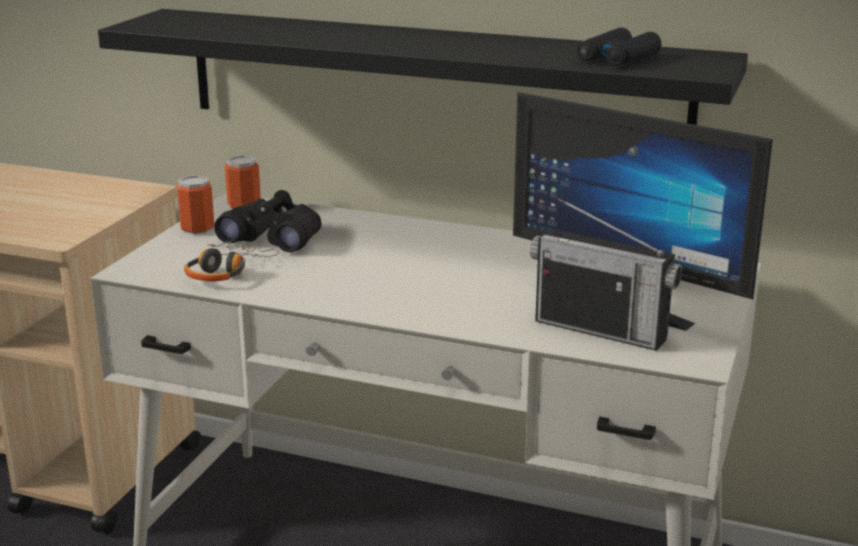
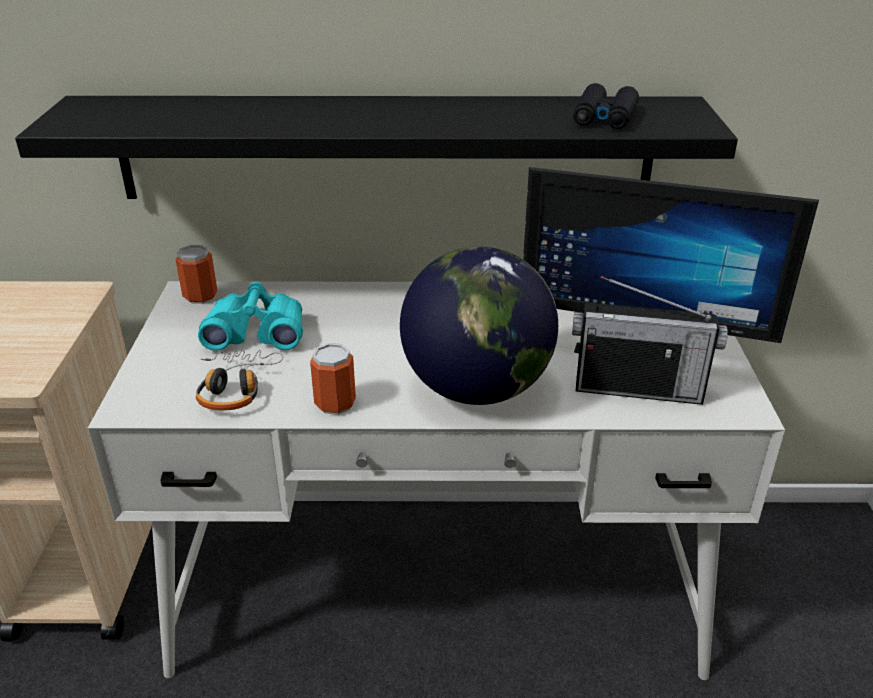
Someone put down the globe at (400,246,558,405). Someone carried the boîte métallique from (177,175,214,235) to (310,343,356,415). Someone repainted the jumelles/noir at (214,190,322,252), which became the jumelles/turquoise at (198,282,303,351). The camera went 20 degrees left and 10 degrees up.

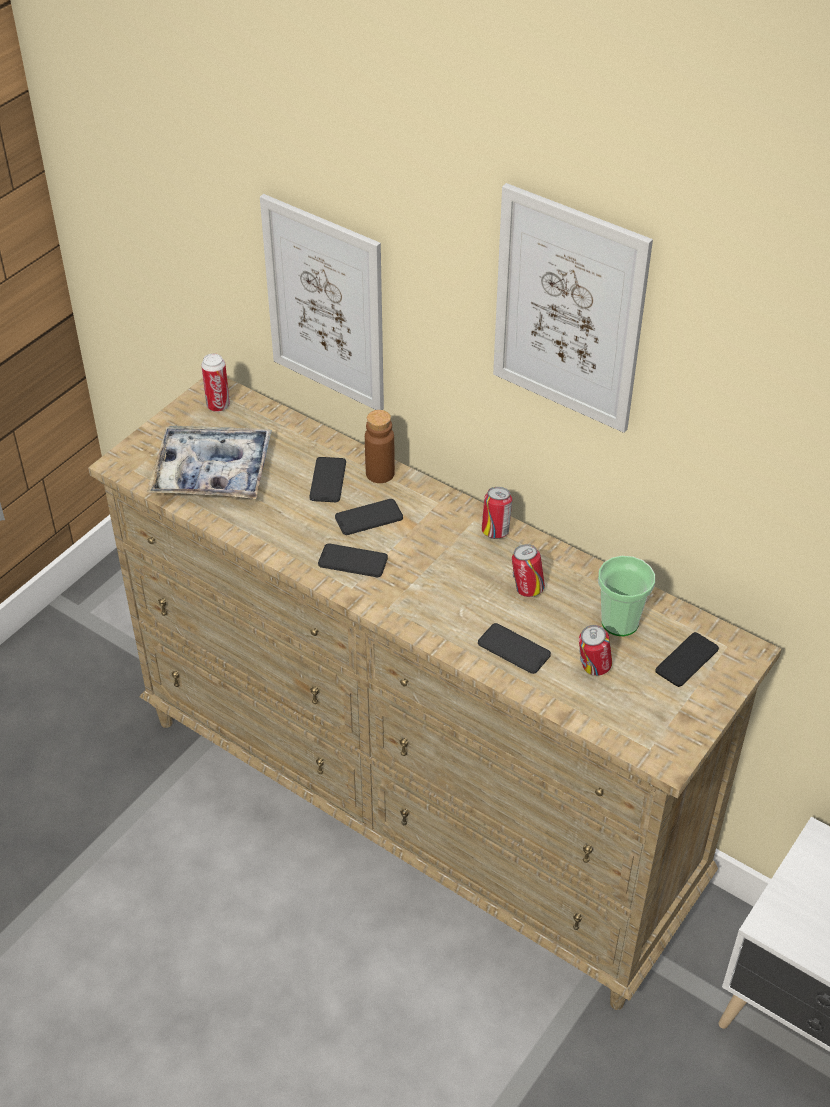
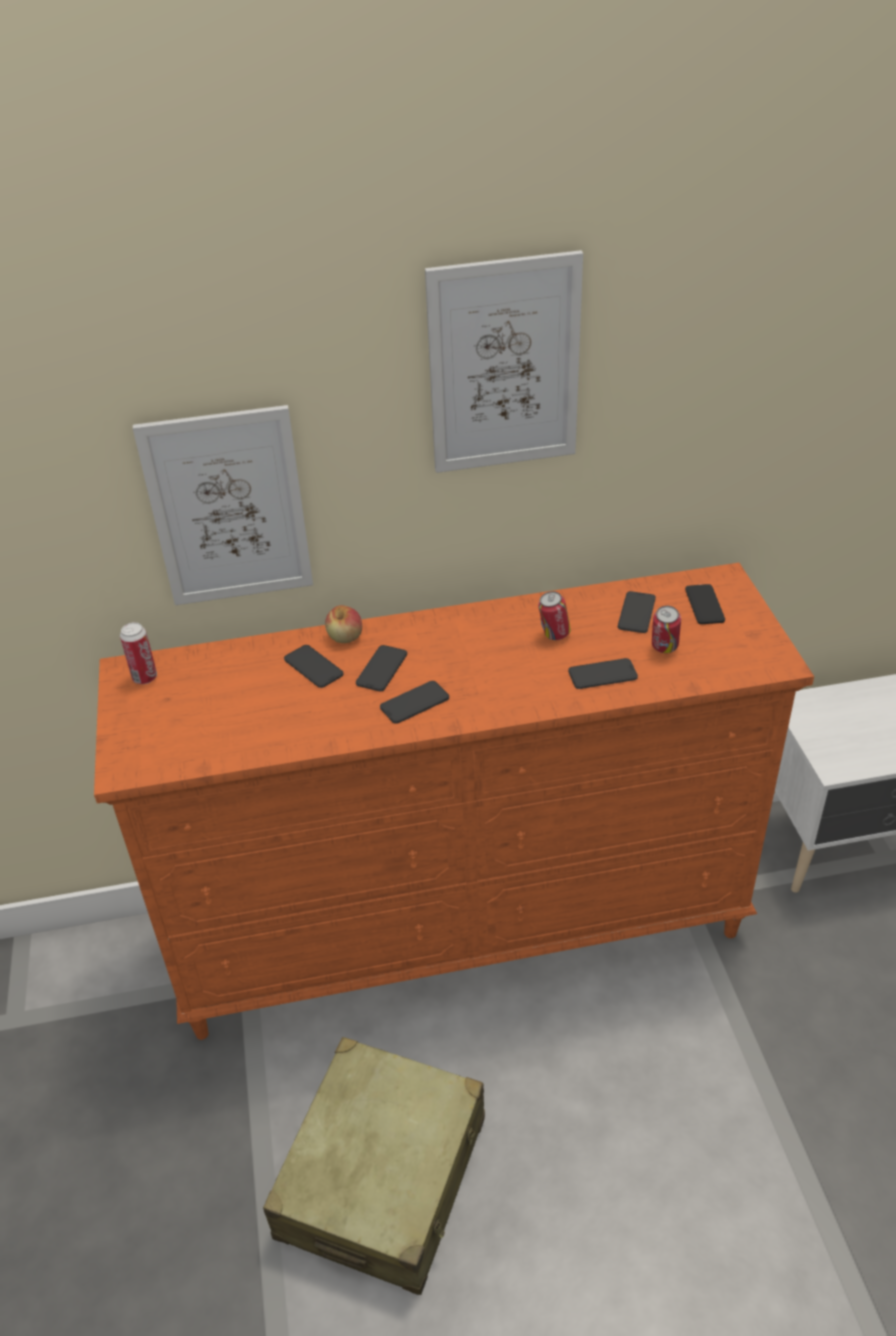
Someone took away the plateau at (147,425,272,499). Someone took away the boîte métallique at (482,487,512,539). Someone put down the valise/beige at (263,1037,485,1295). Someone swapped the bouteille/marron at (365,410,395,483) for the pomme at (325,605,362,643). Someone swapped the tasse at (598,556,655,636) for the téléphone at (618,591,656,633). Someone repainted the commode/beige at (88,378,781,1010), which became the commode/orange at (94,563,814,1040). The camera went 45 degrees left and 5 degrees down.

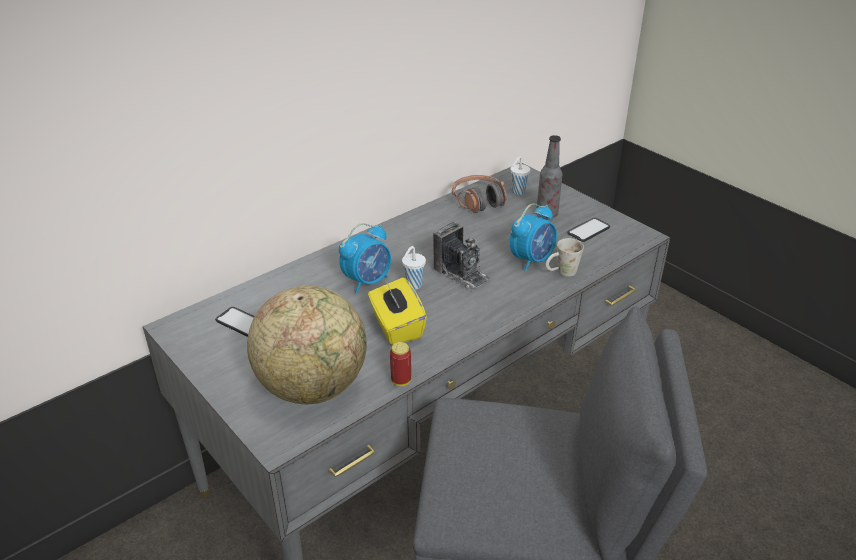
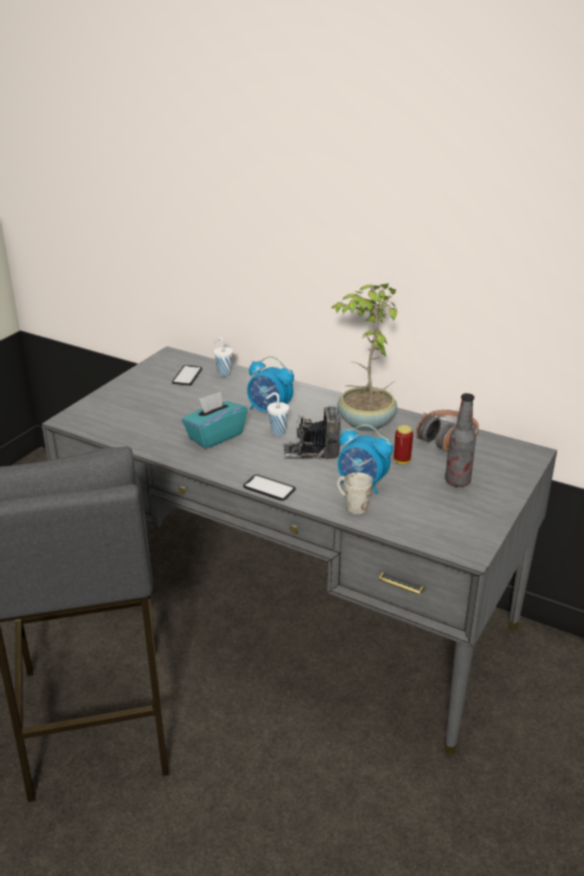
Someone took away the globe at (247,285,367,404). Someone put down the plante en pot at (331,283,397,431). Someone carried the boîte métallique from (390,342,411,386) to (394,425,413,464). Someone carried the tasse/blanc from (510,156,530,195) to (213,337,233,377). Someone carried the téléphone from (567,218,610,242) to (243,474,296,501). Someone repainted the boîte à mouchoirs/jaune at (368,277,427,345), which became the boîte à mouchoirs/turquoise at (182,391,248,449). Someone rotated the appareil photo at (433,222,491,291) by 60 degrees clockwise. The camera went 70 degrees right and 5 degrees down.

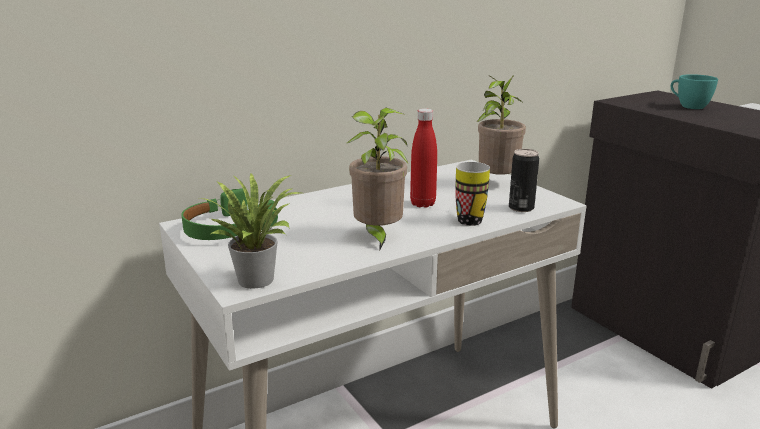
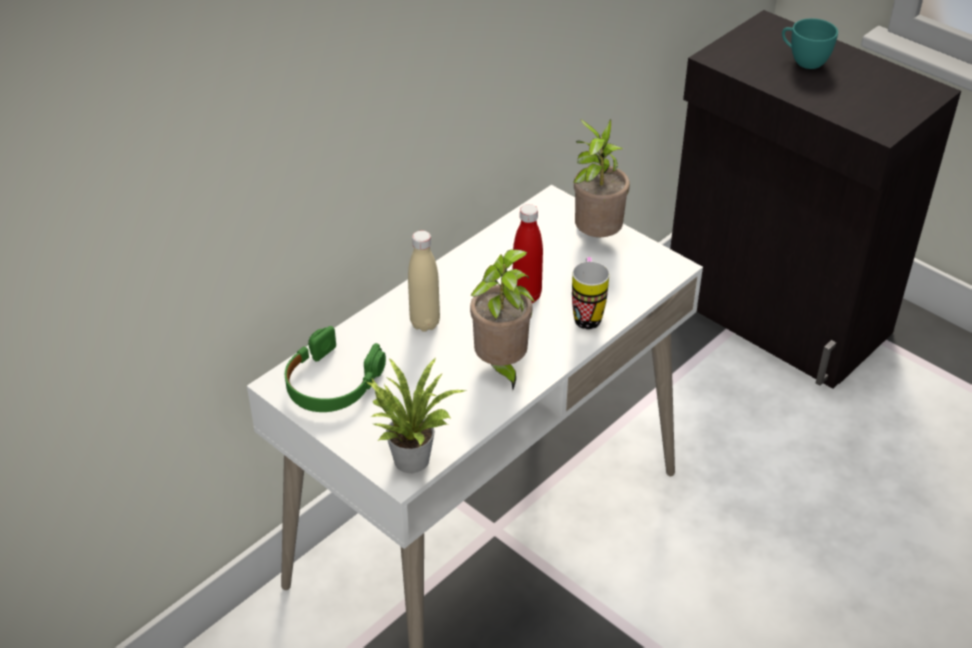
Someone took away the boîte métallique at (509,149,539,212). Someone put down the bouteille/beige at (408,231,440,332). The camera went 15 degrees left and 20 degrees up.

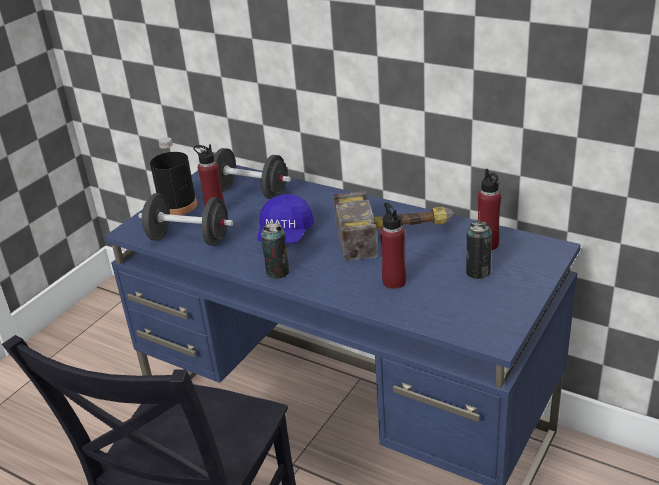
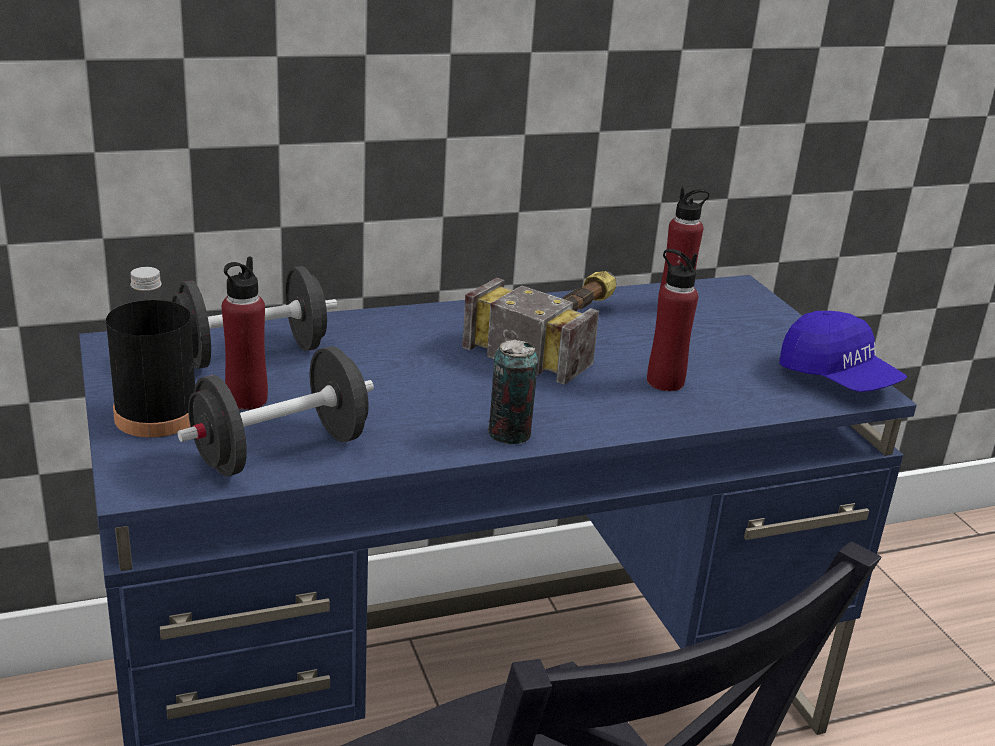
Someone took away the boîte métallique at (466,221,492,279). Someone carried the casquette/bleu from (257,194,314,243) to (779,311,907,392). The camera went 55 degrees left and 5 degrees down.

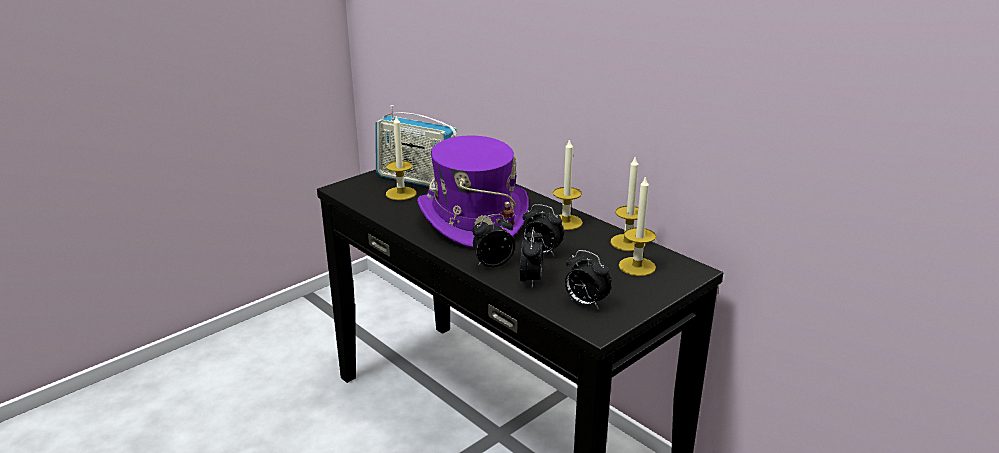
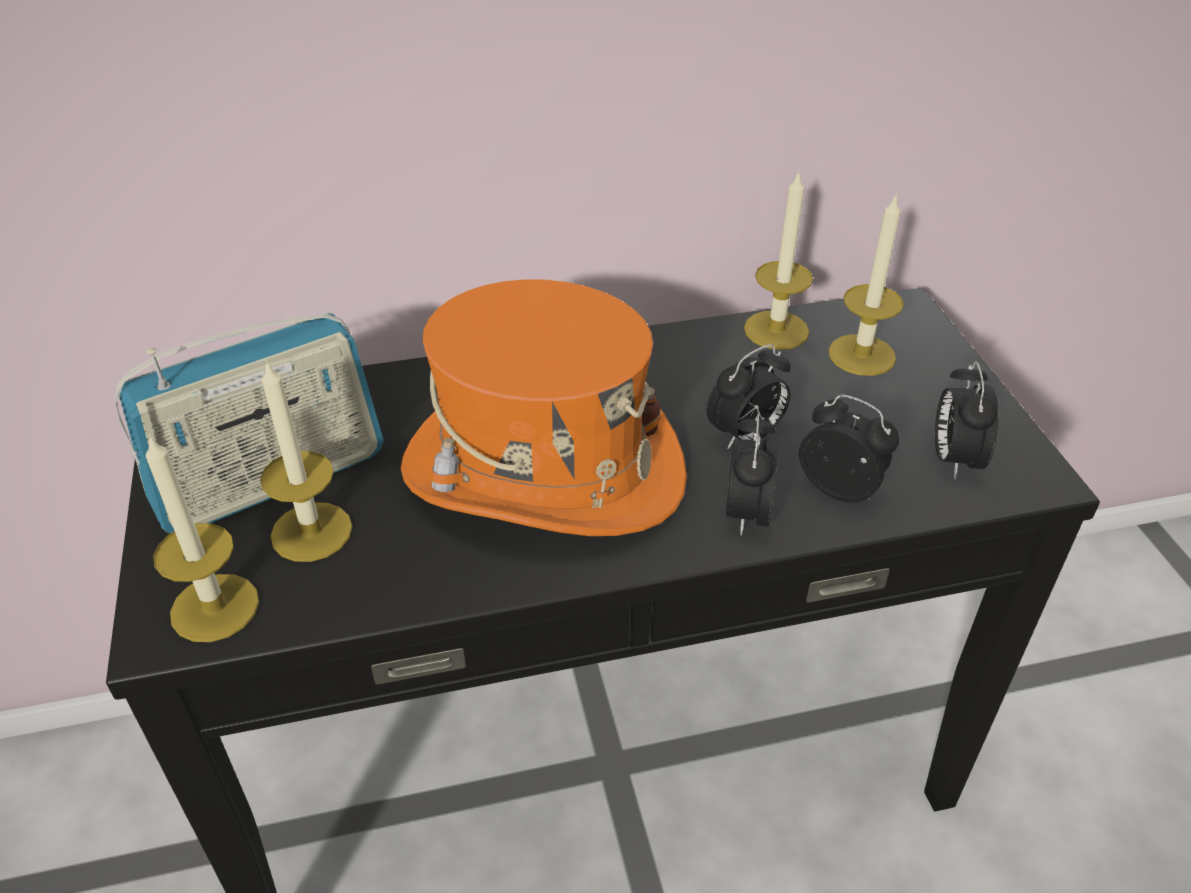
Someone carried the bougie from (553,138,583,230) to (146,434,259,642). Someone repainted the chapeau/violet at (417,135,529,248), which became the chapeau/orange at (401,279,687,536). Someone rotated the réveil at (565,250,612,310) by 120 degrees clockwise. The camera went 60 degrees left and 15 degrees up.

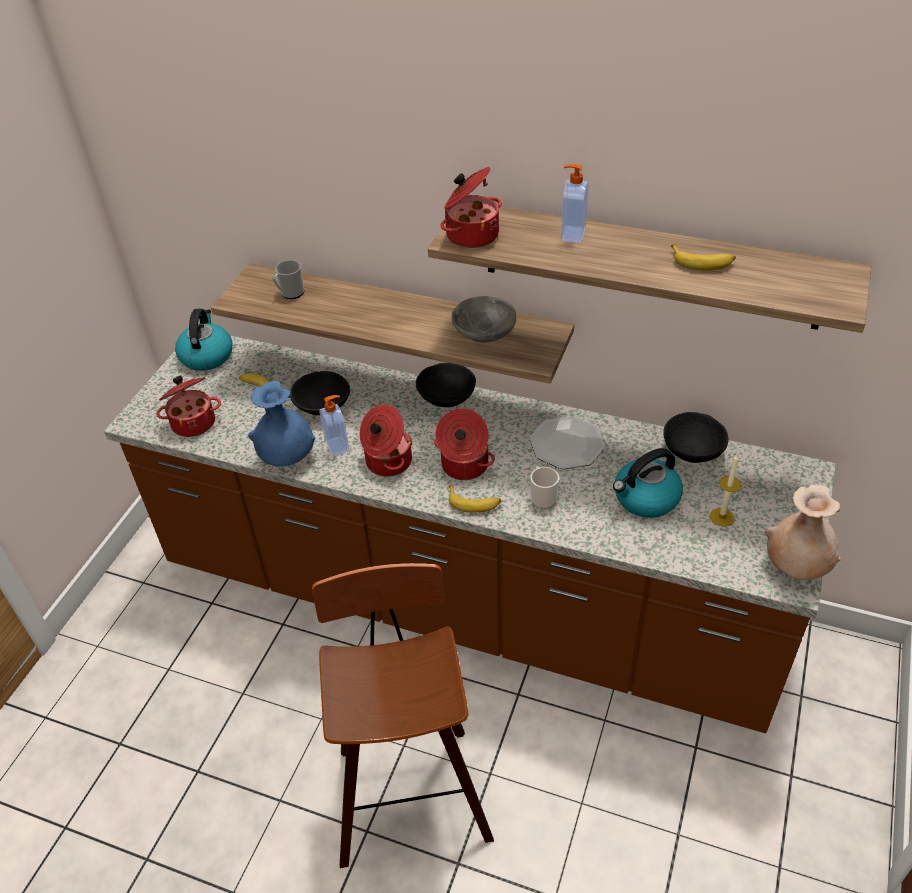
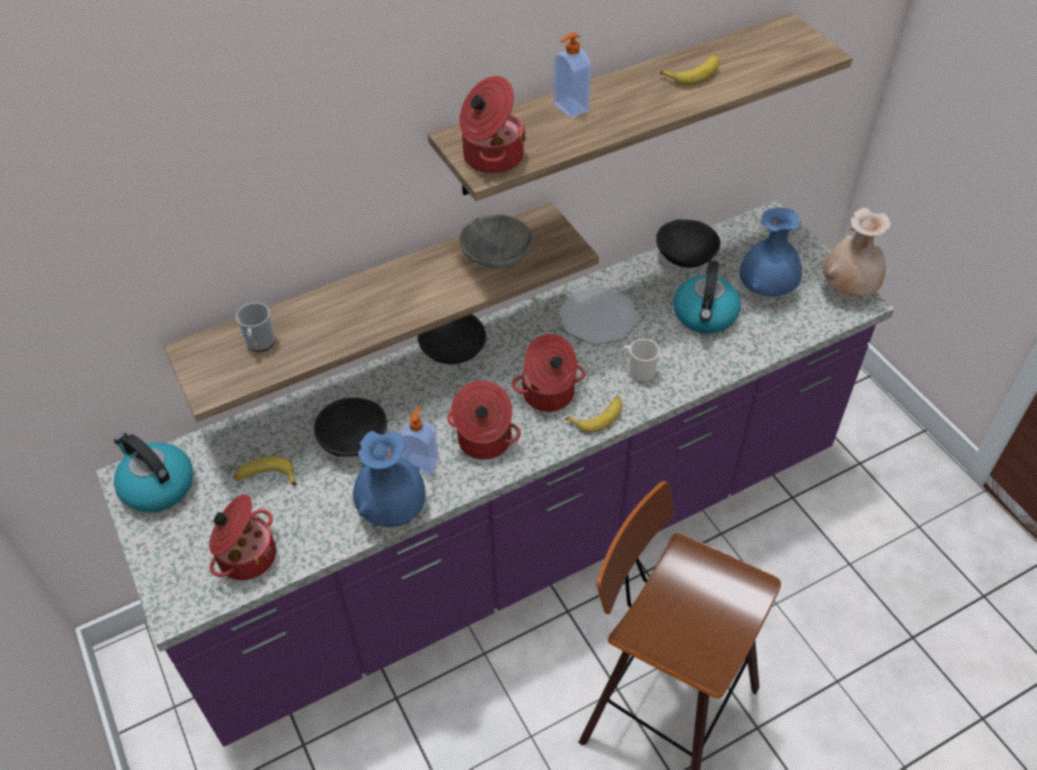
Someone swapped the bougie at (710,454,741,527) for the vase/bleu at (740,207,802,297). Someone repainted the comptoir de cuisine/marron at (104,335,836,733), which became the comptoir de cuisine/violet at (96,200,894,747). The camera went 50 degrees left and 5 degrees up.

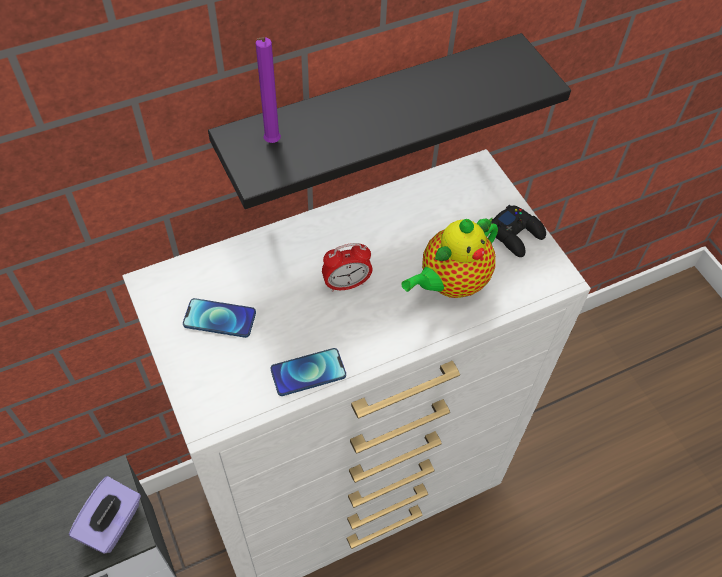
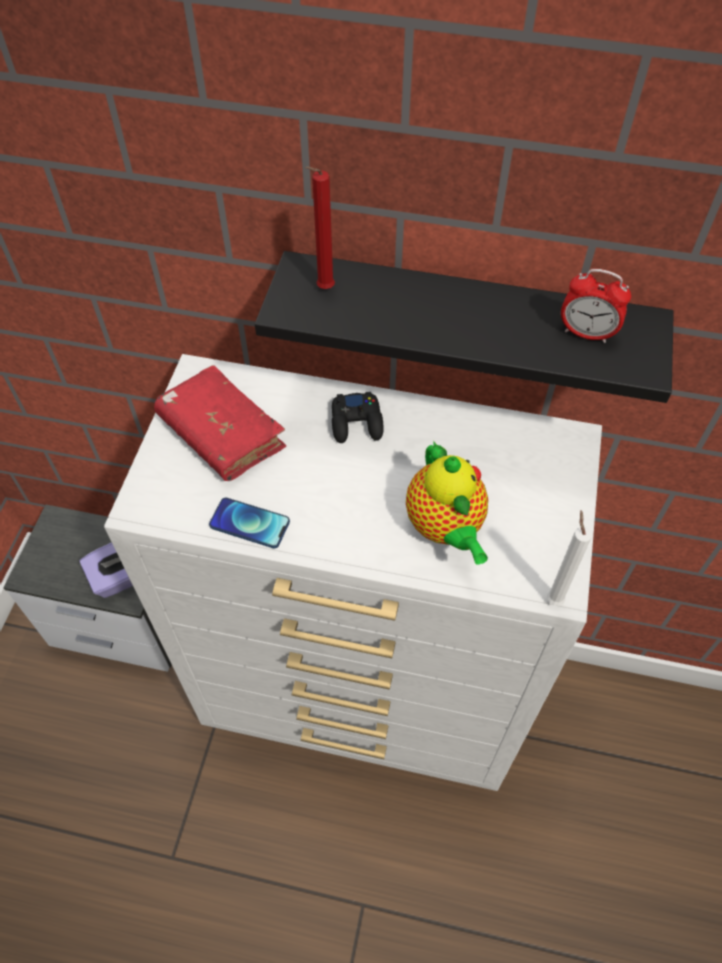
Someone put down the bougie/blanc at (547,511,592,606). Someone carried the réveil from (322,243,372,292) to (561,269,631,343). Someone carried the manette/noir from (490,205,546,257) to (332,392,384,443). Someone swapped the téléphone at (183,298,256,338) for the livre/rouge at (154,365,286,481). Someone repainted the bougie/violet at (256,37,281,143), which became the bougie/rouge at (305,166,335,289). Someone rotated the théière at (401,217,498,298) by 105 degrees counterclockwise. The camera went 40 degrees right and 0 degrees up.

